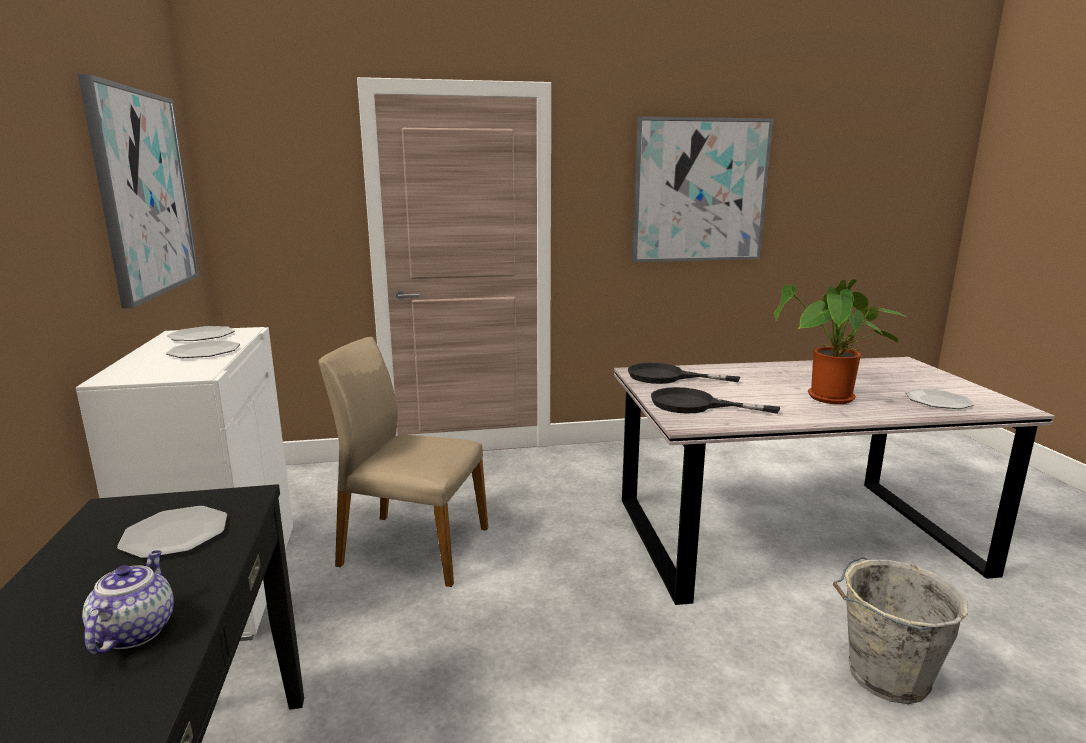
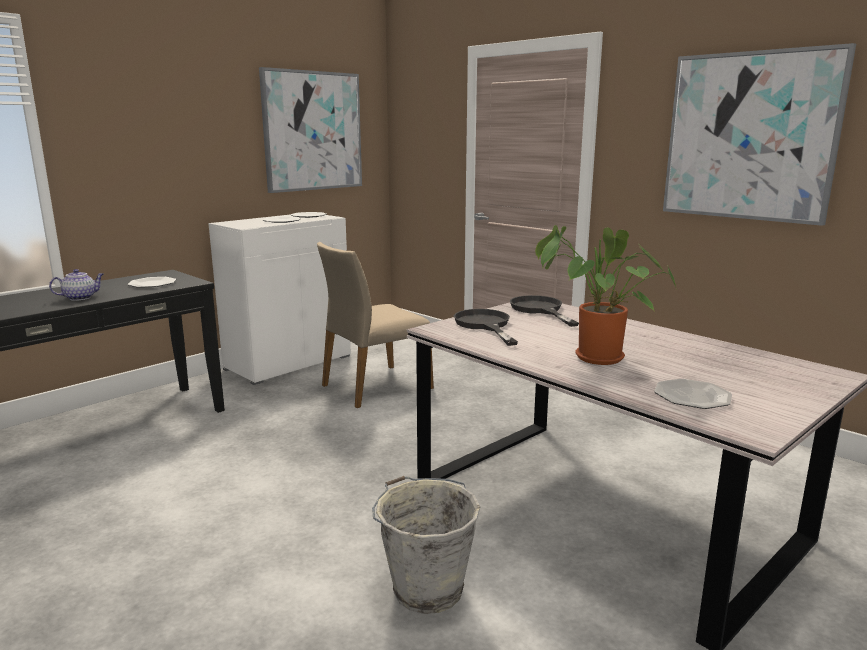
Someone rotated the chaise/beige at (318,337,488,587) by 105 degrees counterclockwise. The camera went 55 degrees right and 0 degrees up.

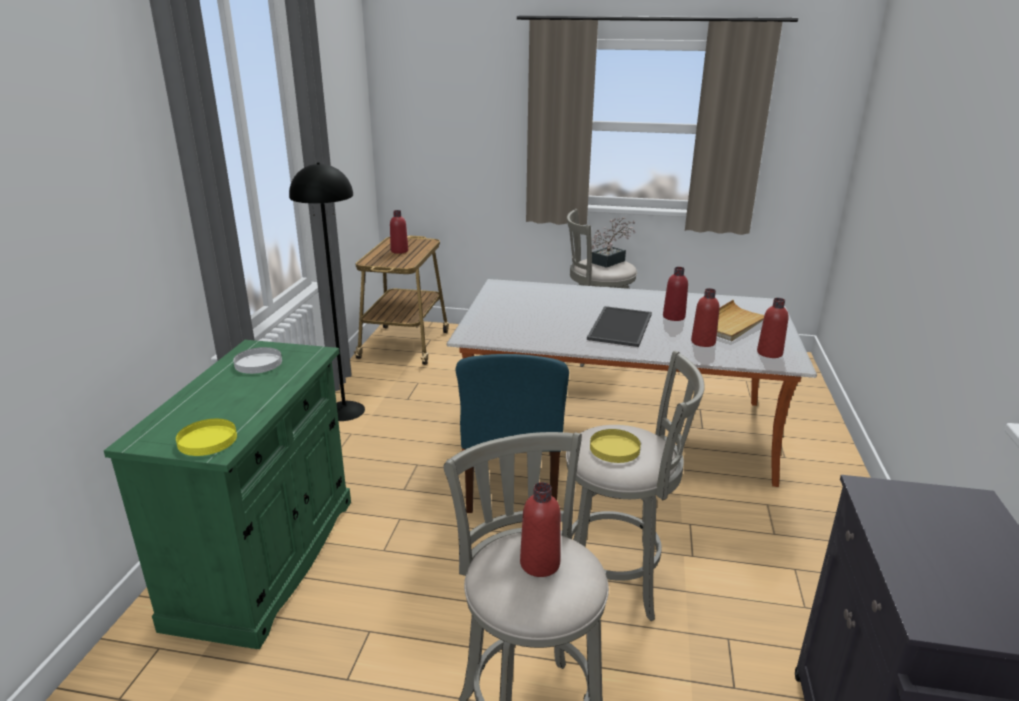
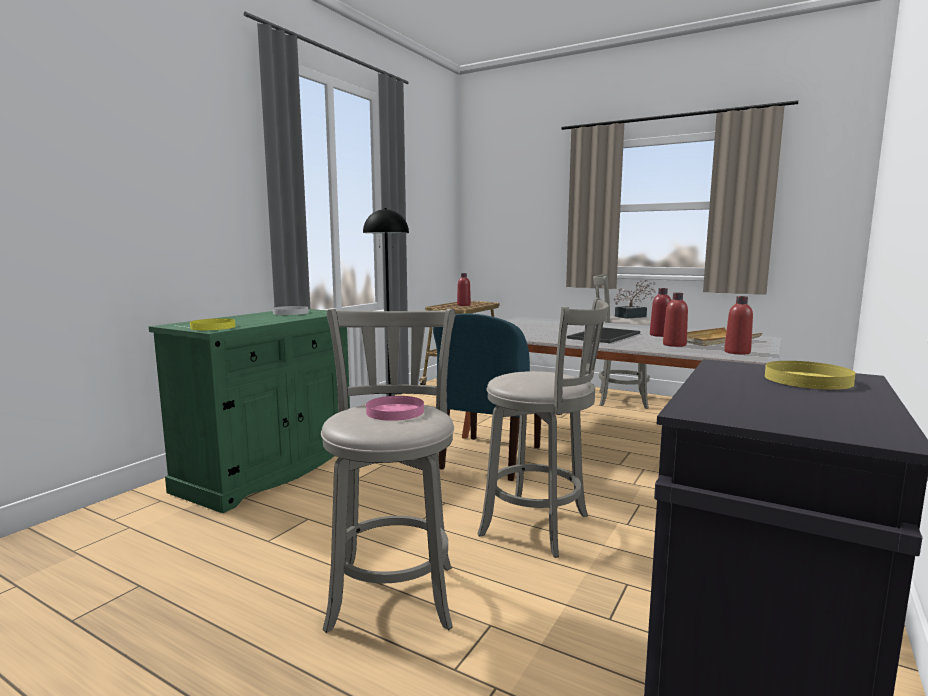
Someone carried the assiette/jaune from (590,429,641,463) to (765,361,856,390). Someone swapped the bouteille/rouge at (520,482,561,577) for the assiette/rose at (366,396,424,421). The camera went 20 degrees right and 15 degrees down.

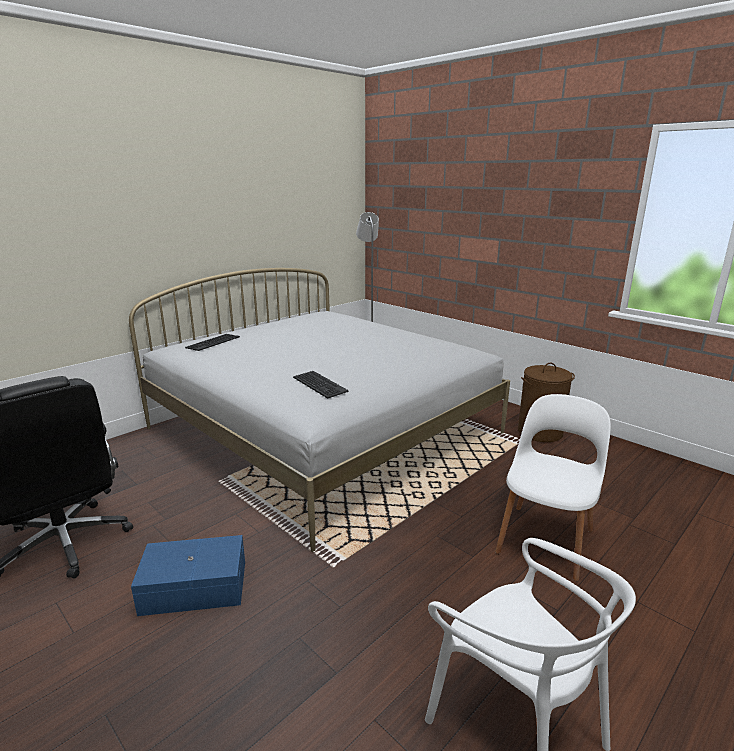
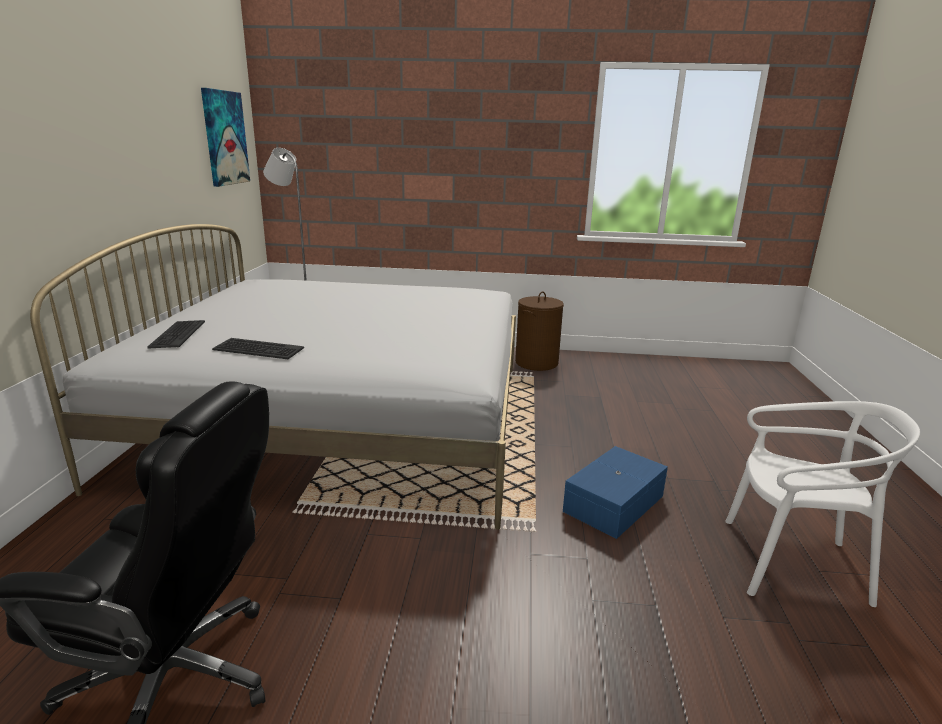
Someone took away the chaise/blanc at (495,394,611,581). Someone put up the tableau at (201,88,250,187). Someone carried the boîte de rangement/bleu from (131,535,245,616) to (563,446,668,539). Someone carried the clavier from (293,371,349,399) to (212,338,304,359). The camera went 40 degrees left and 0 degrees up.

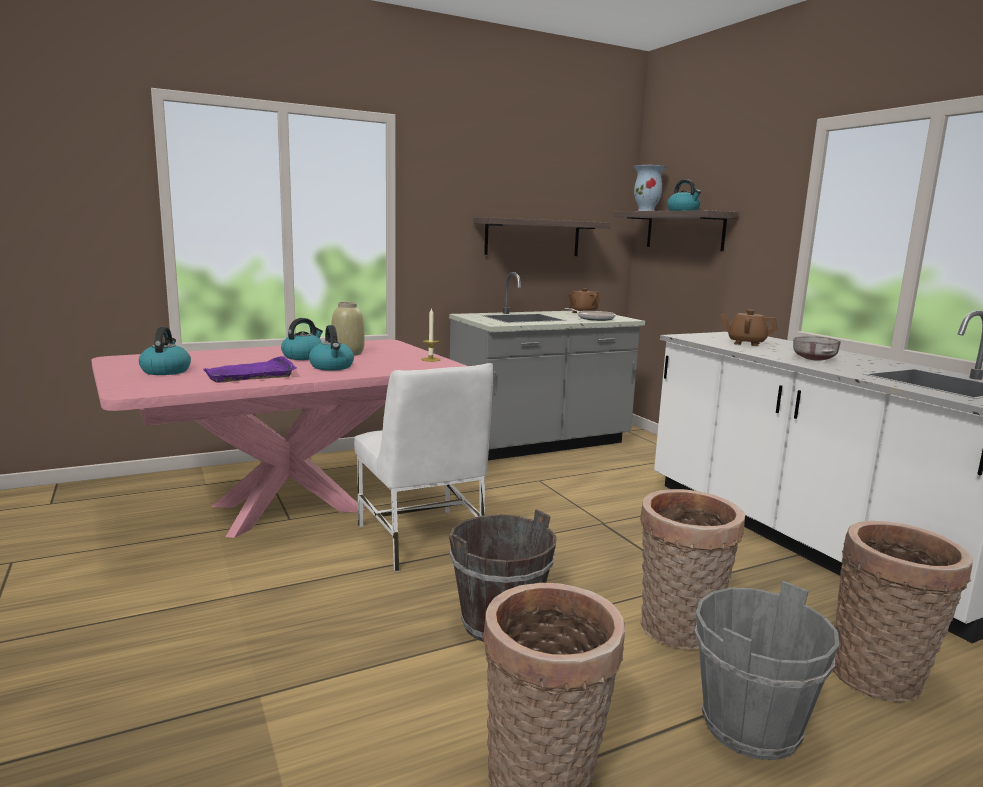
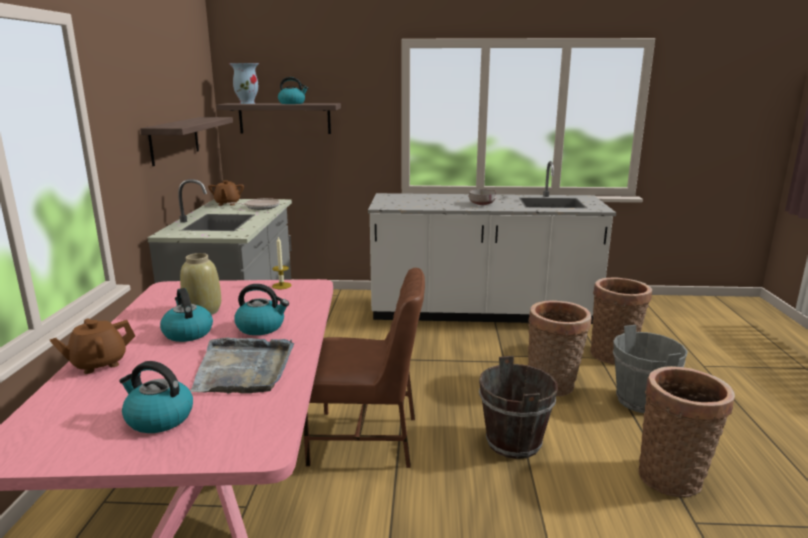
Someone carried the théière/marron from (721,310,778,346) to (50,319,135,374). Someone repainted the plateau/violet at (203,356,297,383), which became the plateau/gris at (190,337,294,393). Someone repainted the chaise/blanc at (354,363,493,572), which became the chaise/marron at (303,268,425,468). The camera went 60 degrees left and 5 degrees up.

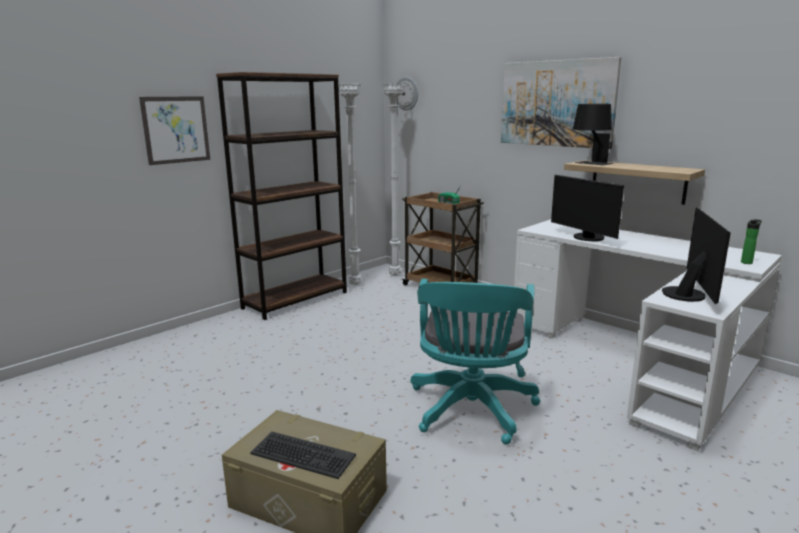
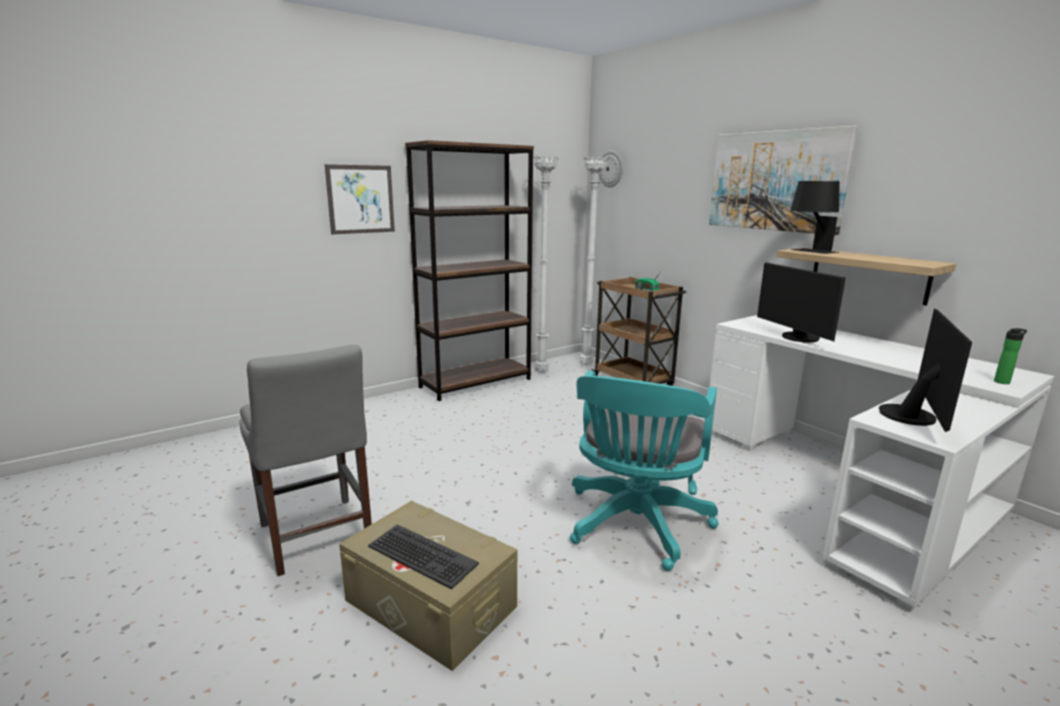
Someone put down the chaise/gris at (239,345,372,576). The camera went 10 degrees right and 0 degrees up.

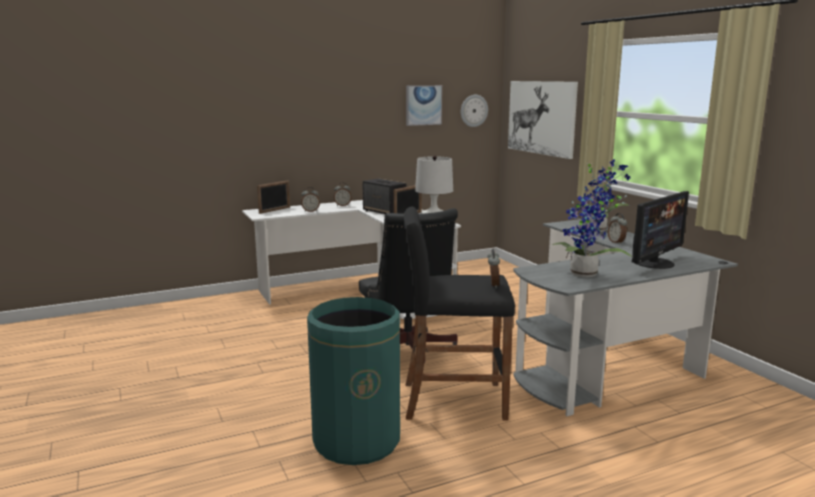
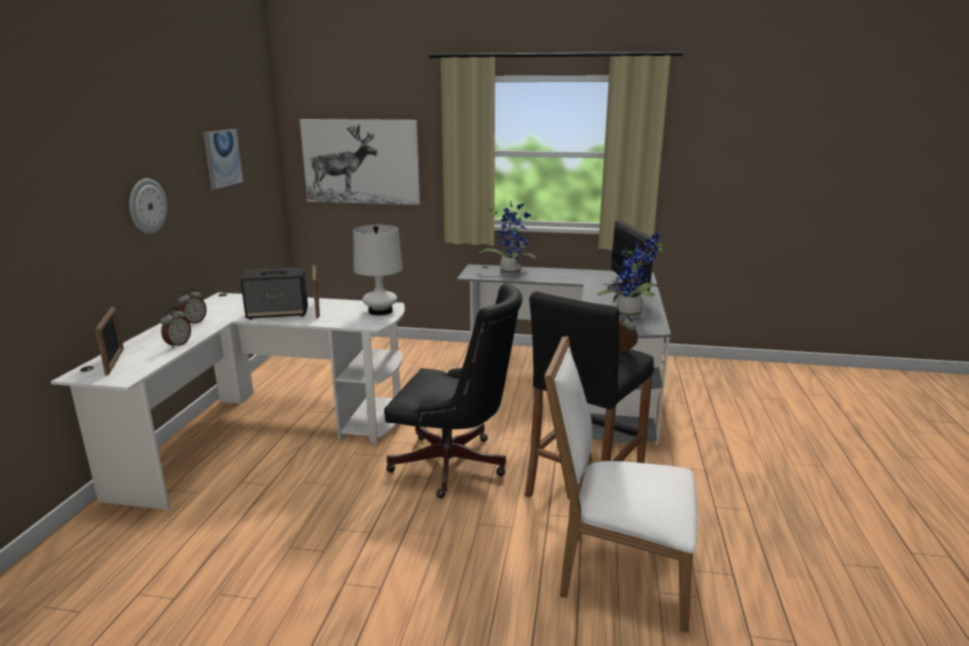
Someone took away the réveil at (608,213,627,245). Someone carried the horloge murale from (461,95,488,127) to (129,178,167,234). Someone swapped the poubelle/vert at (307,297,400,465) for the chaise/blanc at (544,335,697,632). The camera went 55 degrees left and 5 degrees up.

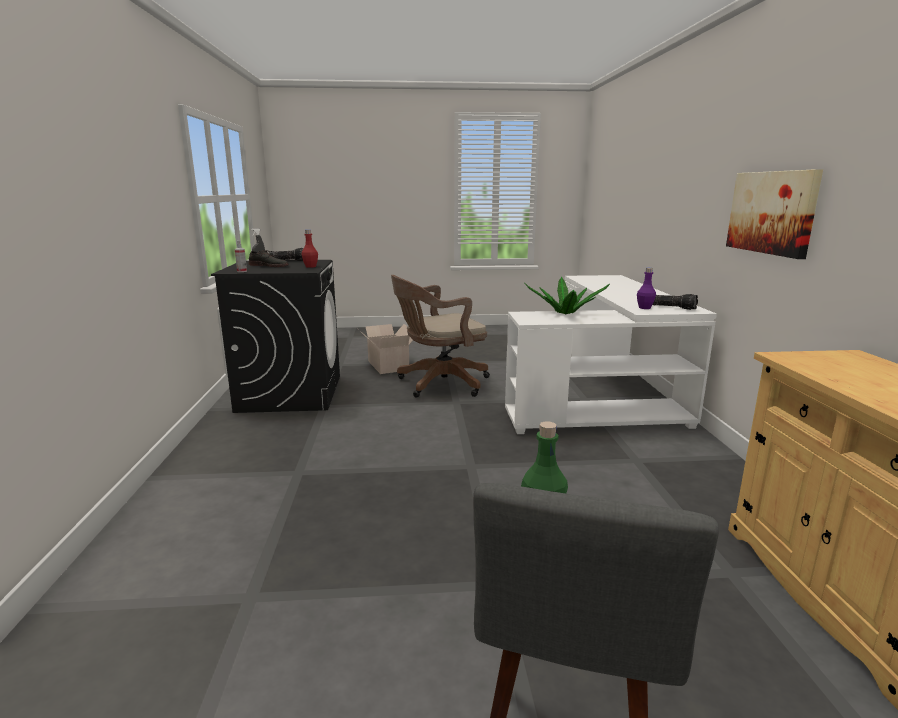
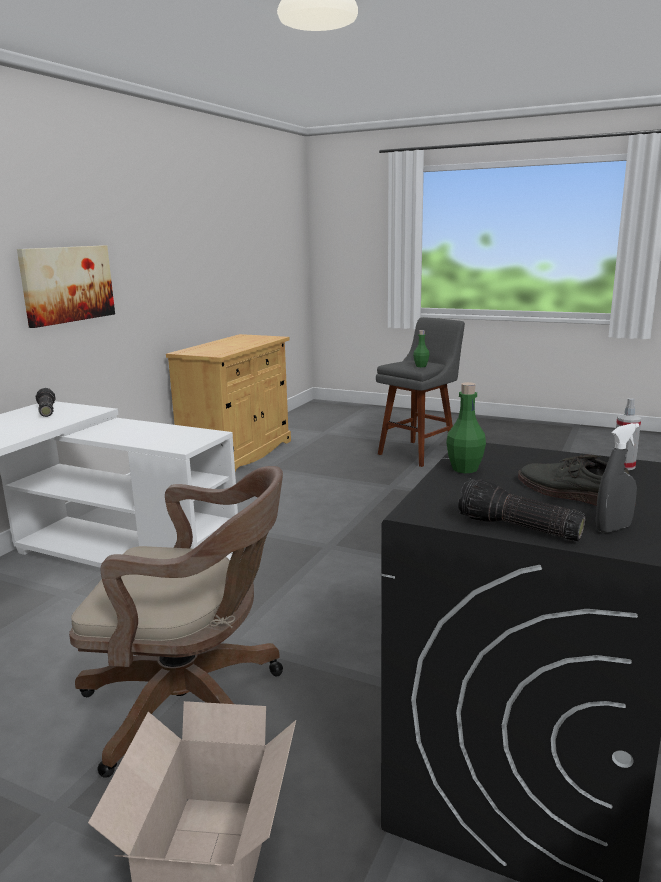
Someone took away the plante en pot at (524,276,610,314). Someone took away the bouteille/violet at (637,268,656,309). Someone repainted the bouteille/rouge at (302,230,318,268), which became the bouteille/vert at (446,382,486,473). The camera went 150 degrees left and 0 degrees up.

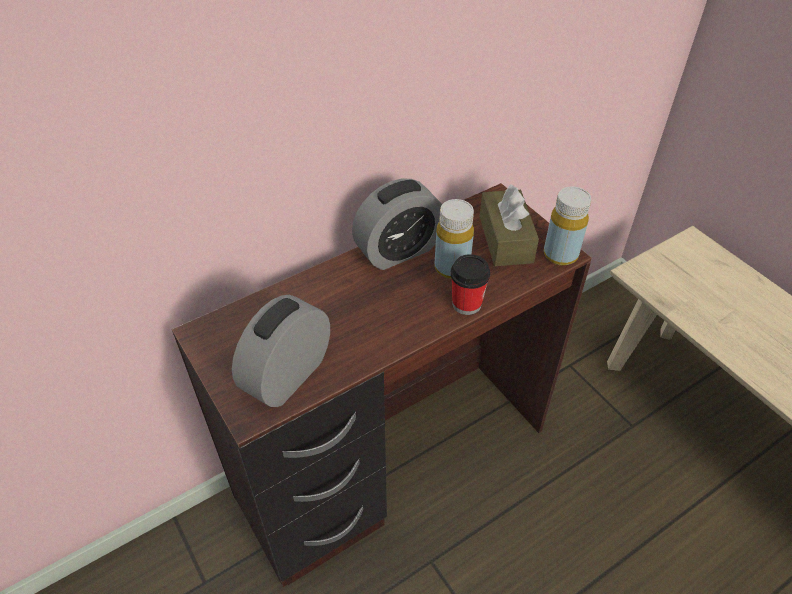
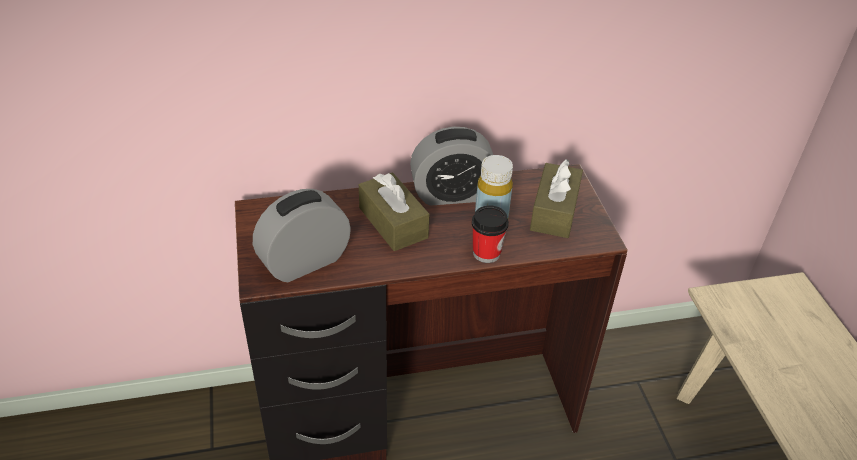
Someone took away the bouteille/jaune at (544,186,591,265). Someone put down the boîte à mouchoirs/marron at (359,172,430,251). The camera went 20 degrees right and 5 degrees down.

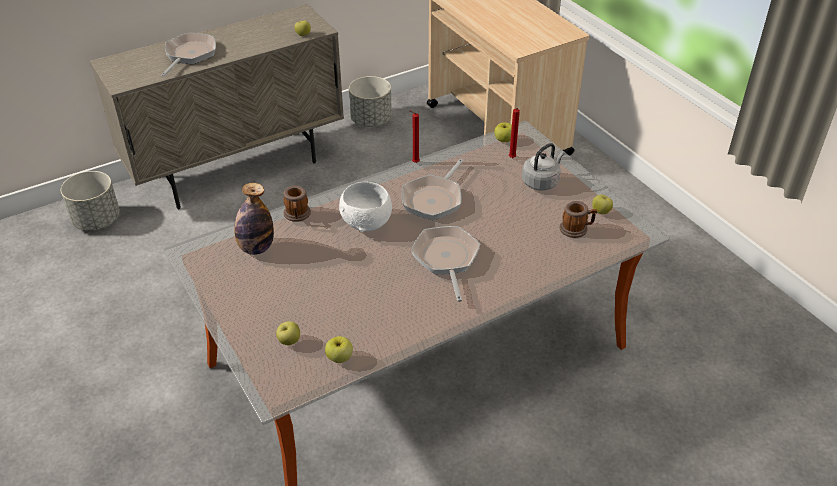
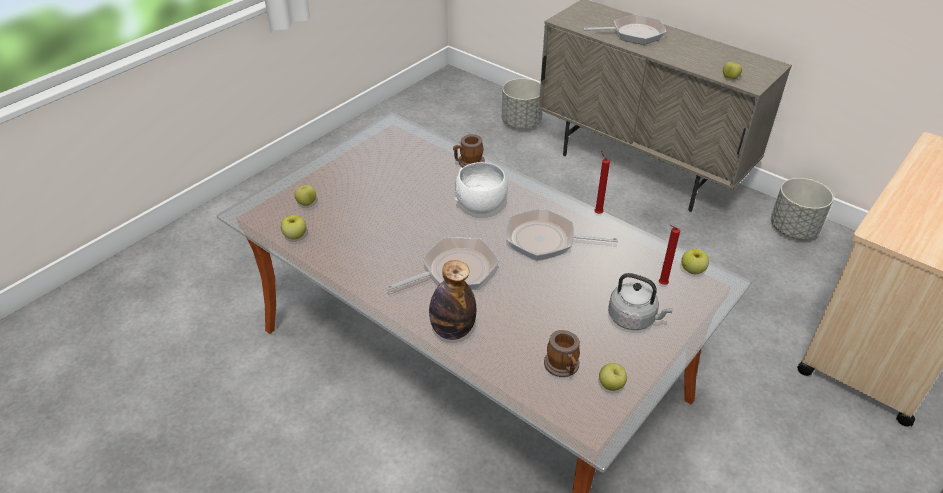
Someone carried the bouteille from (234,183,274,255) to (429,260,476,340). The camera went 70 degrees right and 0 degrees up.

